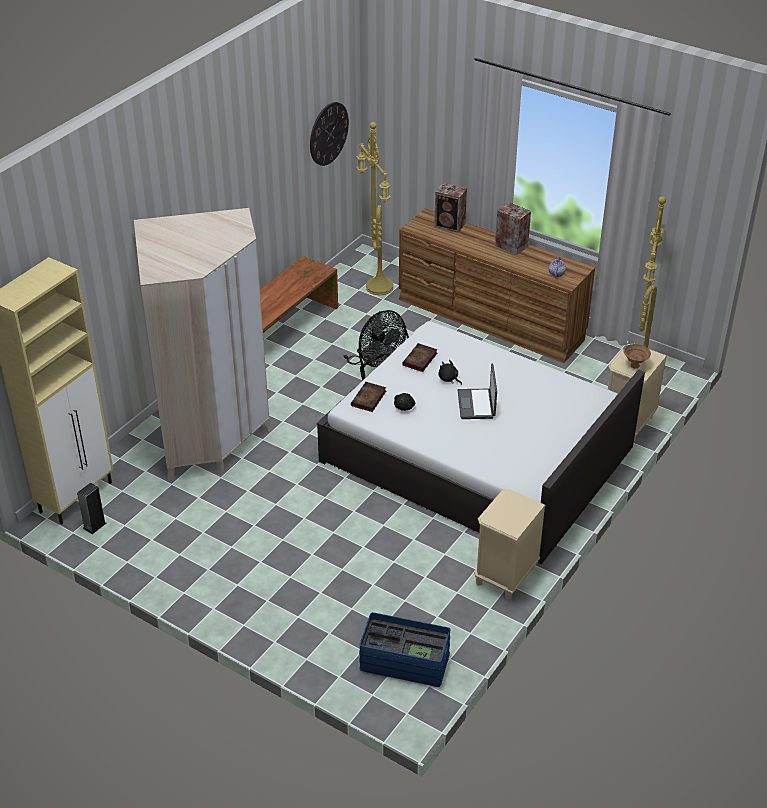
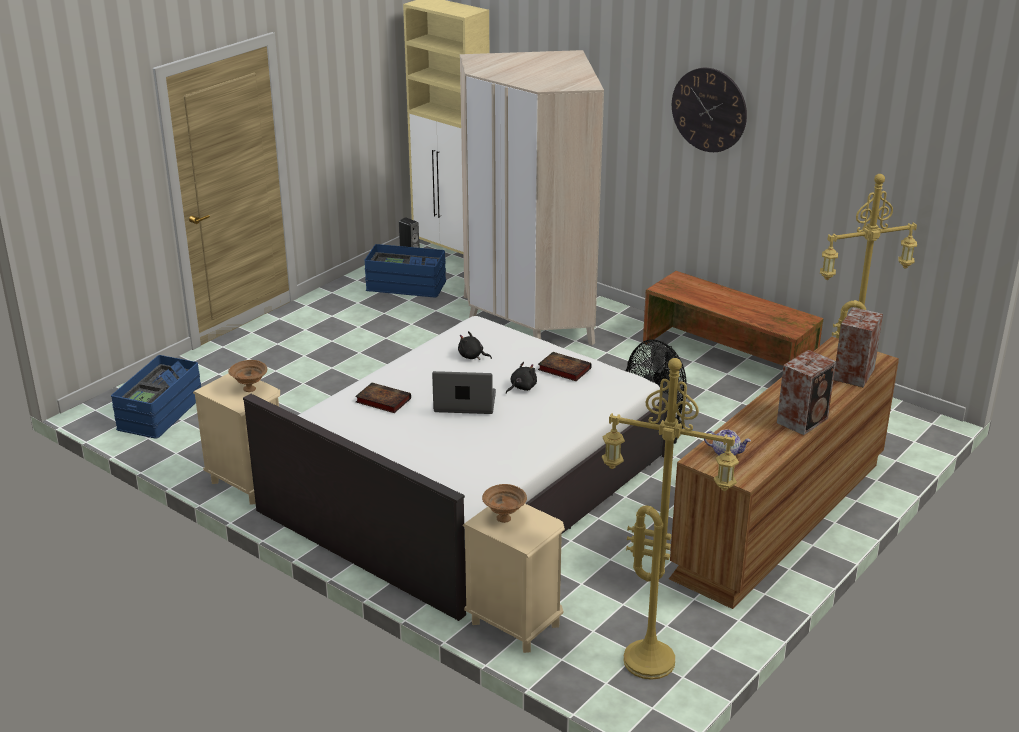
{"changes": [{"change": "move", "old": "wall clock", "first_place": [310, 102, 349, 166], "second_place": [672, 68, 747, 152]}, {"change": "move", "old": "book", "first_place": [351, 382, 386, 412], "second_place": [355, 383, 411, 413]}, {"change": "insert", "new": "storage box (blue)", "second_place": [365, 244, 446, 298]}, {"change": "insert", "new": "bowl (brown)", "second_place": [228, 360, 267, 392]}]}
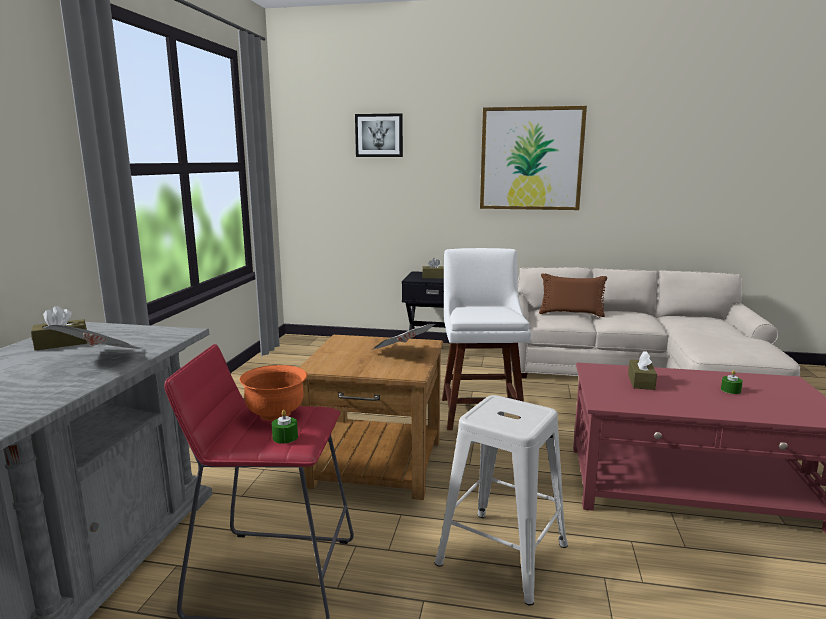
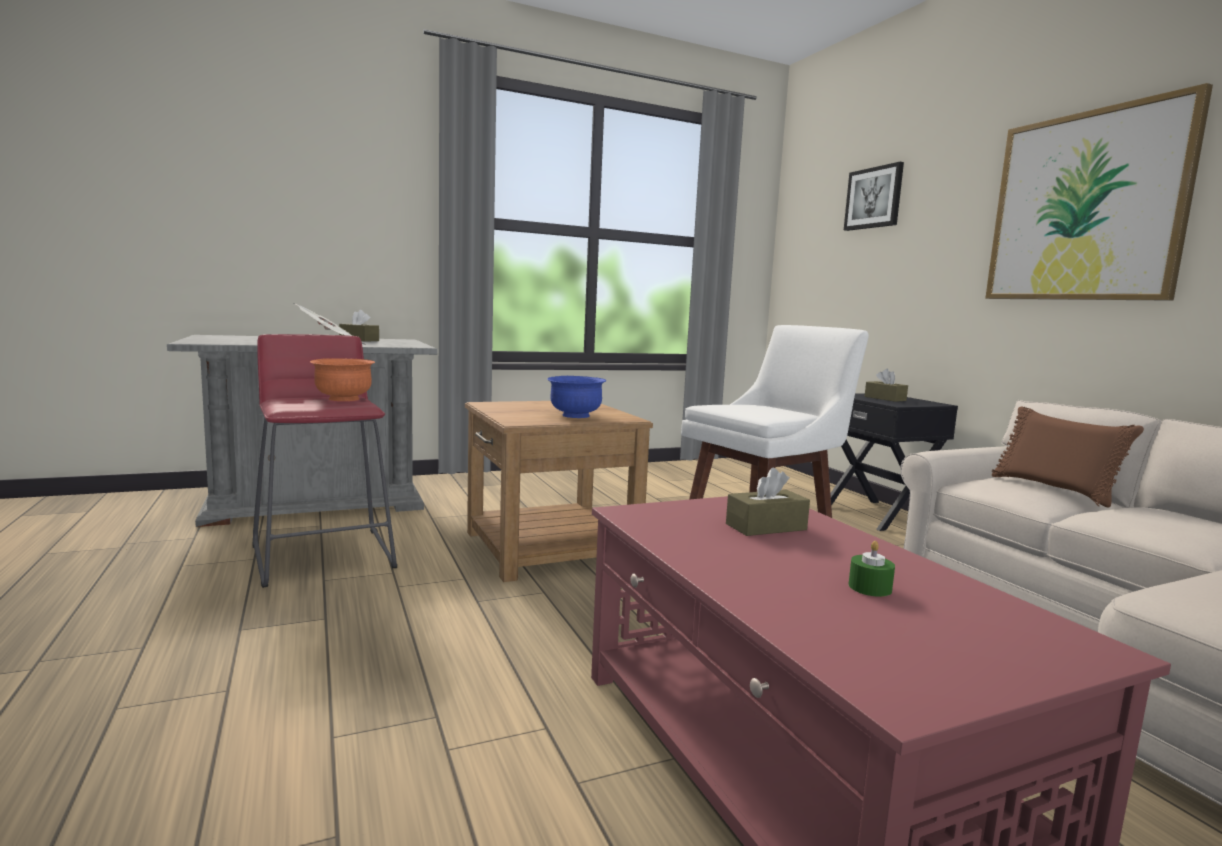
{"changes": [{"change": "replace", "old": "newspaper", "new": "bowl (blue)", "first_place": [371, 324, 435, 350], "second_place": [547, 376, 606, 418]}, {"change": "delete", "old": "stool (white)", "first_place": [435, 395, 568, 606]}, {"change": "delete", "old": "candle (green)", "first_place": [272, 410, 298, 444]}]}
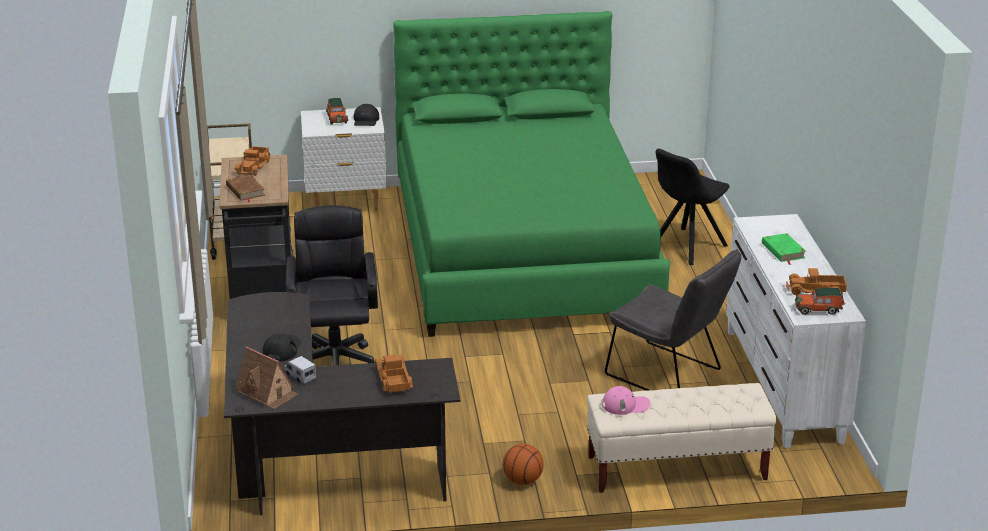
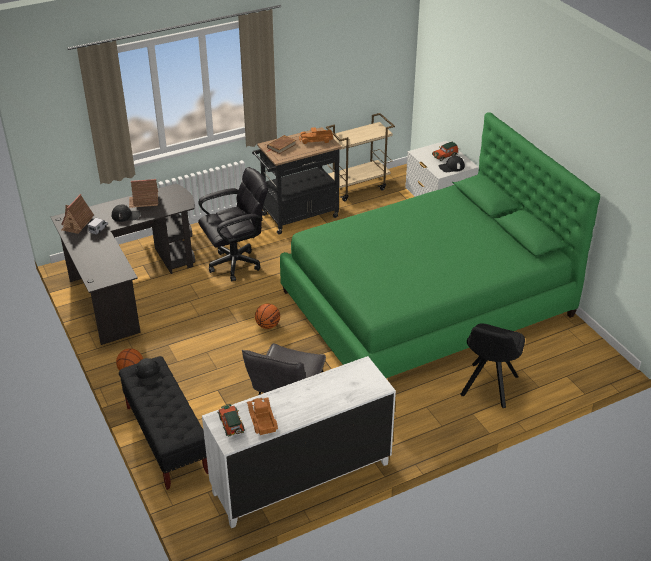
{"changes": [{"change": "rotate", "old": "chair (black)", "first_place": [656, 148, 730, 265], "second_place": [460, 324, 525, 408], "degrees": -90}, {"change": "delete", "old": "book (green)", "first_place": [762, 233, 806, 265]}, {"change": "delete", "old": "toy truck", "first_place": [375, 355, 413, 393]}, {"change": "recolor", "old": "bench (beige)", "new": "bench (black)", "first_place": [587, 383, 776, 493], "second_place": [119, 356, 208, 490]}, {"change": "recolor", "old": "cap (pink)", "new": "cap (black)", "first_place": [602, 386, 650, 415], "second_place": [135, 358, 162, 385]}, {"change": "insert", "new": "toy house", "second_place": [129, 179, 158, 208]}, {"change": "insert", "new": "basketball", "second_place": [255, 304, 280, 329]}]}
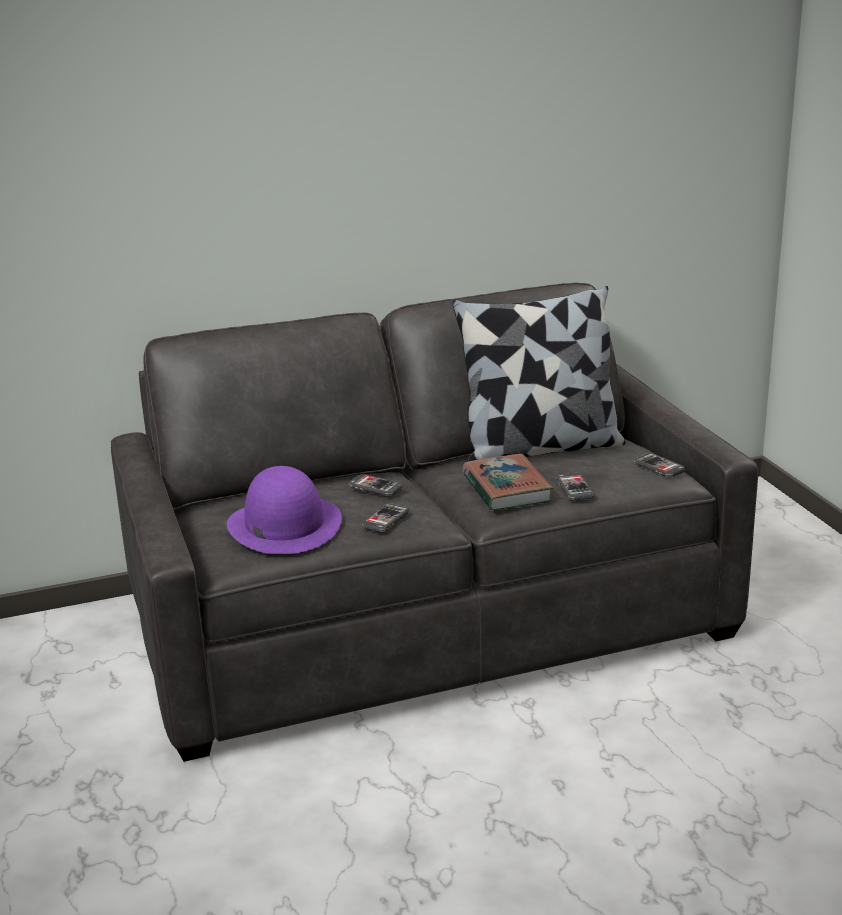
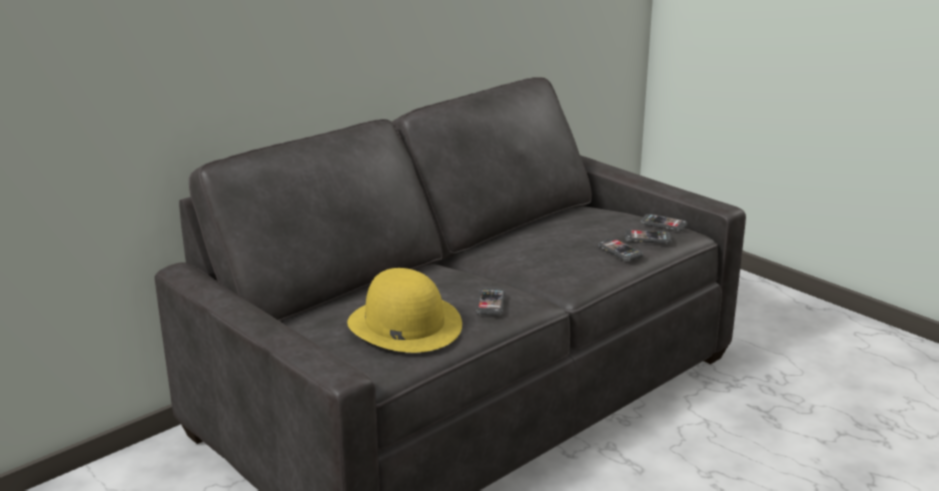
{"changes": [{"change": "delete", "old": "pillow", "first_place": [452, 286, 625, 461]}, {"change": "delete", "old": "book", "first_place": [462, 454, 553, 511]}, {"change": "recolor", "old": "hat (purple)", "new": "hat (yellow)", "first_place": [227, 466, 342, 554], "second_place": [347, 268, 462, 353]}, {"change": "move", "old": "phone", "first_place": [349, 474, 402, 496], "second_place": [625, 230, 672, 244]}]}
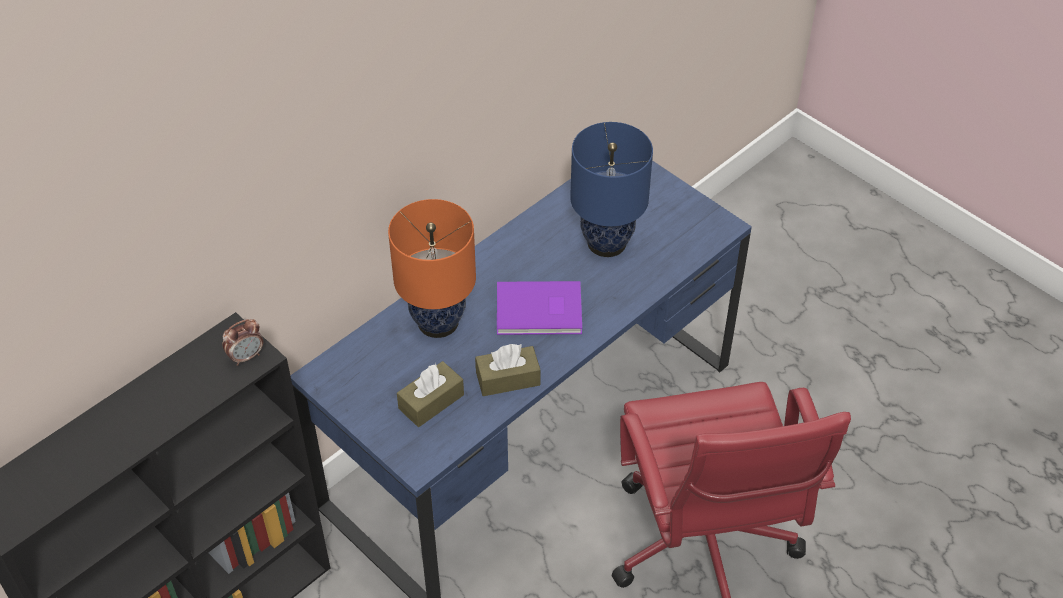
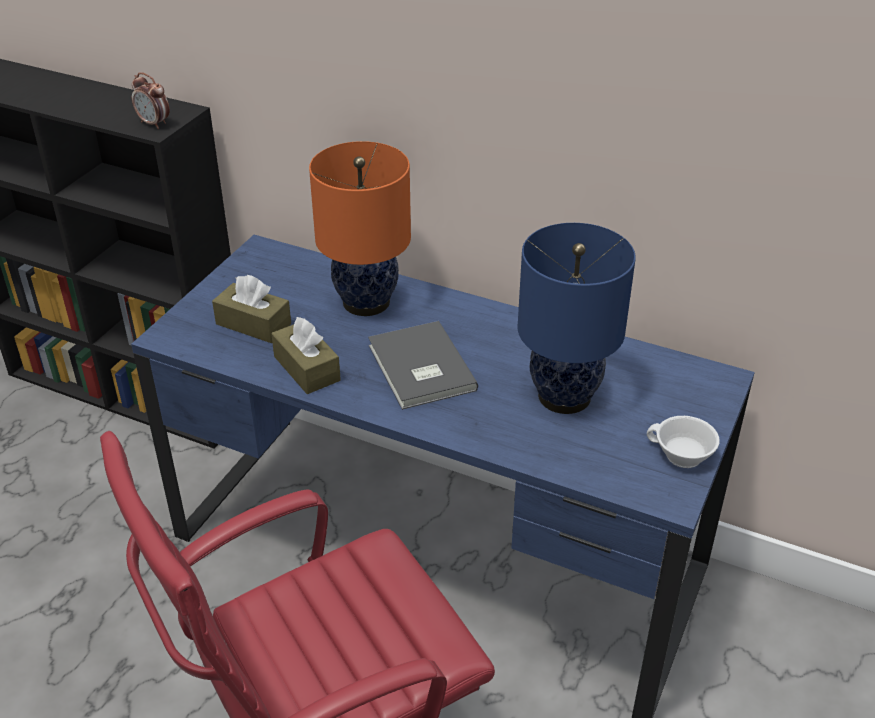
{"changes": [{"change": "recolor", "old": "book (purple)", "new": "book (grey)", "first_place": [497, 281, 582, 335], "second_place": [368, 321, 478, 410]}, {"change": "insert", "new": "cup (white)", "second_place": [647, 416, 720, 468]}]}
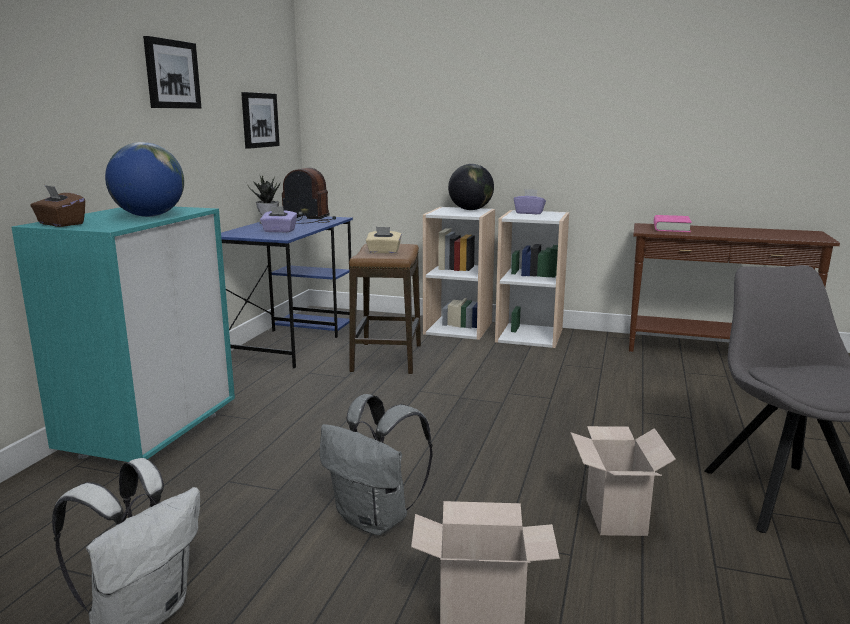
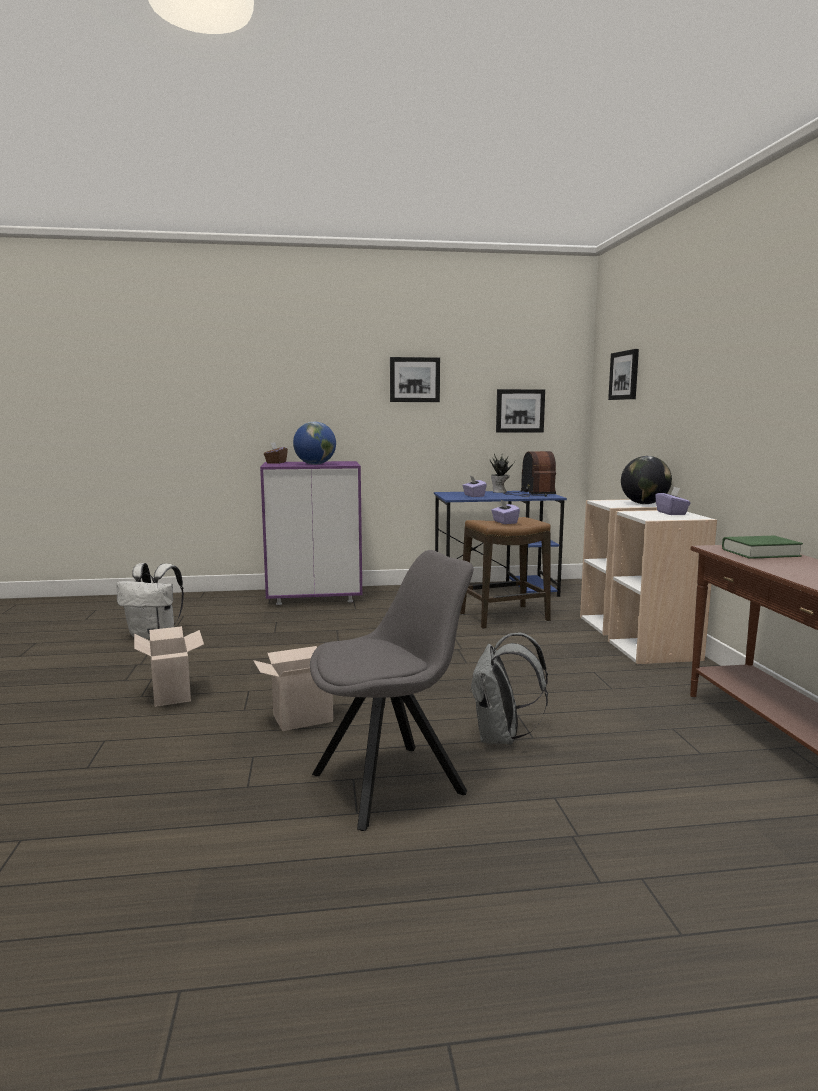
{"changes": [{"change": "recolor", "old": "cabinet (turquoise)", "new": "cabinet (purple)", "first_place": [11, 207, 235, 462], "second_place": [260, 461, 362, 605]}, {"change": "recolor", "old": "book (pink)", "new": "book (green)", "first_place": [654, 215, 692, 232], "second_place": [722, 536, 803, 559]}, {"change": "recolor", "old": "tissue box (beige)", "new": "tissue box (purple)", "first_place": [366, 227, 402, 254], "second_place": [491, 499, 520, 524]}, {"change": "move", "old": "backpack (grey)", "first_place": [320, 394, 433, 536], "second_place": [470, 632, 548, 745]}, {"change": "insert", "new": "picture", "second_place": [608, 349, 639, 400]}]}
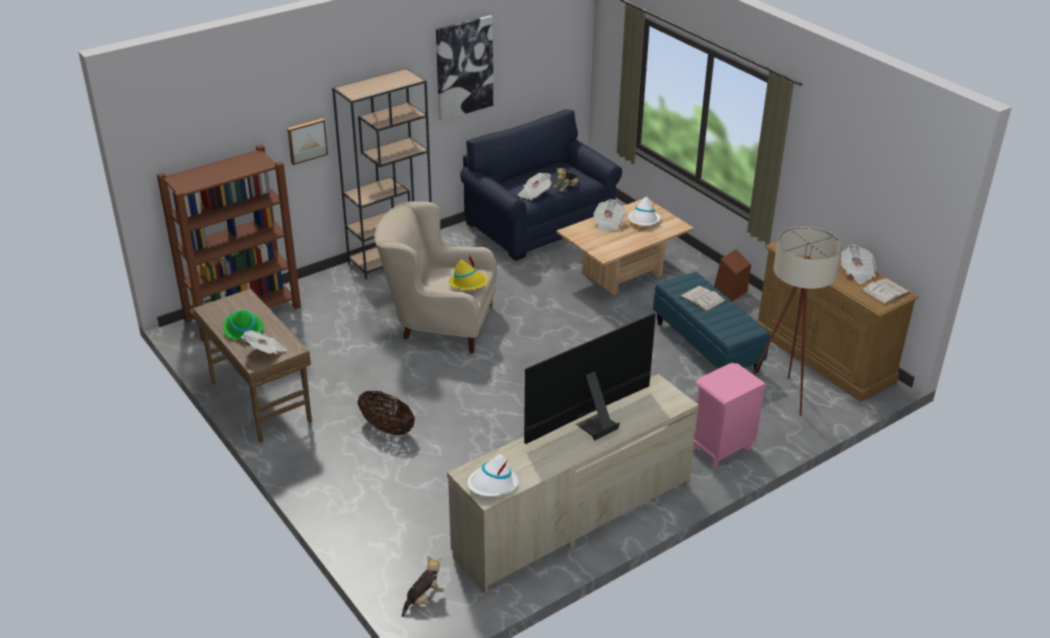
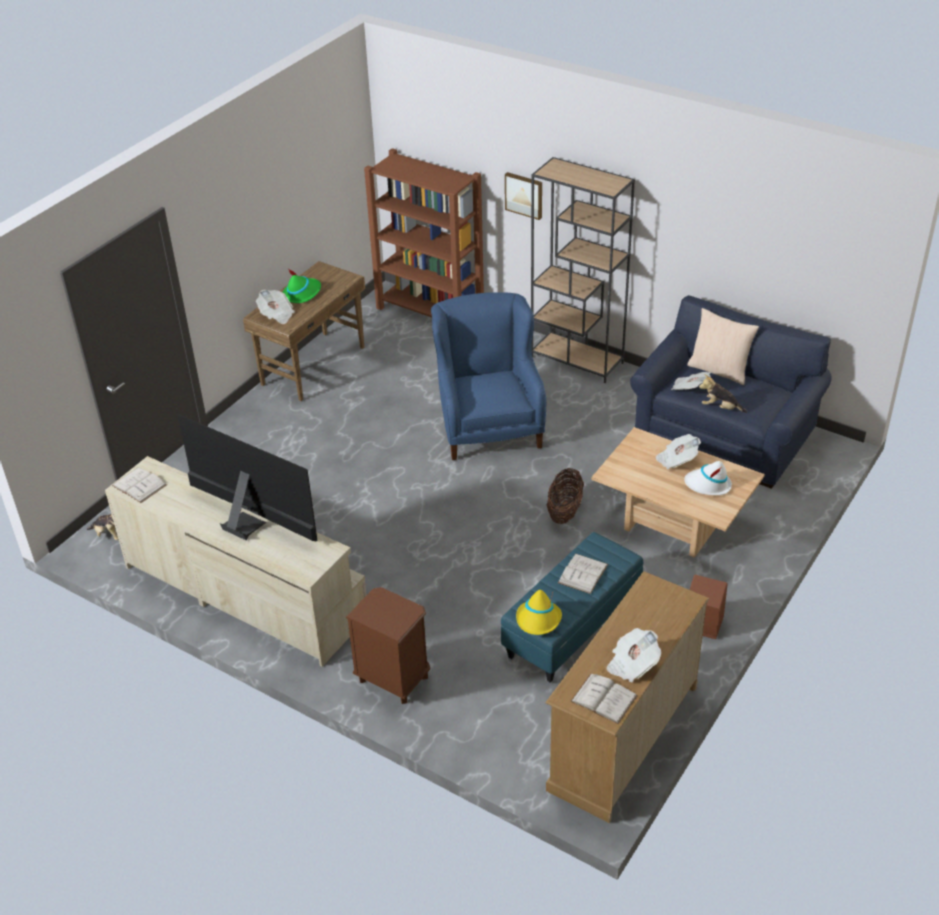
{"changes": [{"change": "delete", "old": "picture", "first_place": [436, 15, 493, 121]}, {"change": "recolor", "old": "armchair (beige)", "new": "armchair (blue)", "first_place": [374, 201, 497, 354], "second_place": [431, 292, 546, 460]}, {"change": "delete", "old": "floor lamp (beige)", "first_place": [753, 227, 842, 416]}, {"change": "move", "old": "hat (yellow)", "first_place": [449, 255, 488, 290], "second_place": [516, 590, 562, 635]}, {"change": "recolor", "old": "nightstand (pink)", "new": "nightstand (brown)", "first_place": [693, 363, 766, 468], "second_place": [346, 587, 430, 704]}, {"change": "move", "old": "basket", "first_place": [358, 390, 415, 436], "second_place": [547, 468, 584, 524]}, {"change": "replace", "old": "hat (white)", "new": "book (white)", "first_place": [467, 454, 518, 496], "second_place": [112, 467, 167, 503]}, {"change": "insert", "new": "pillow (beige)", "second_place": [687, 308, 759, 385]}]}
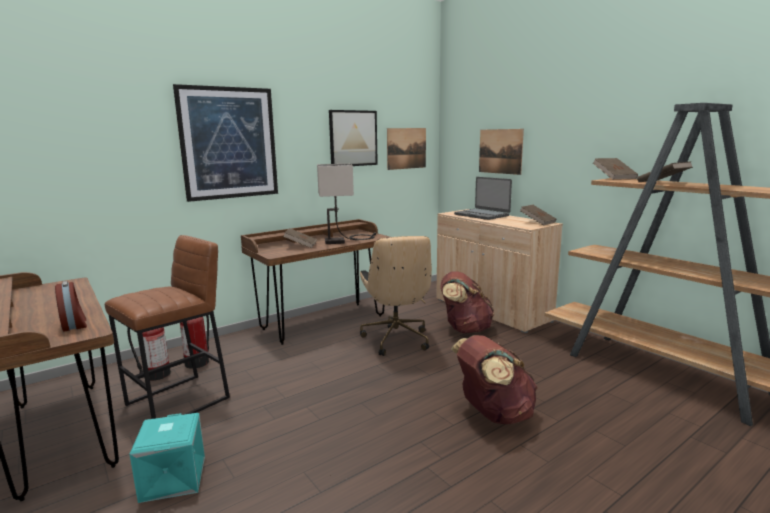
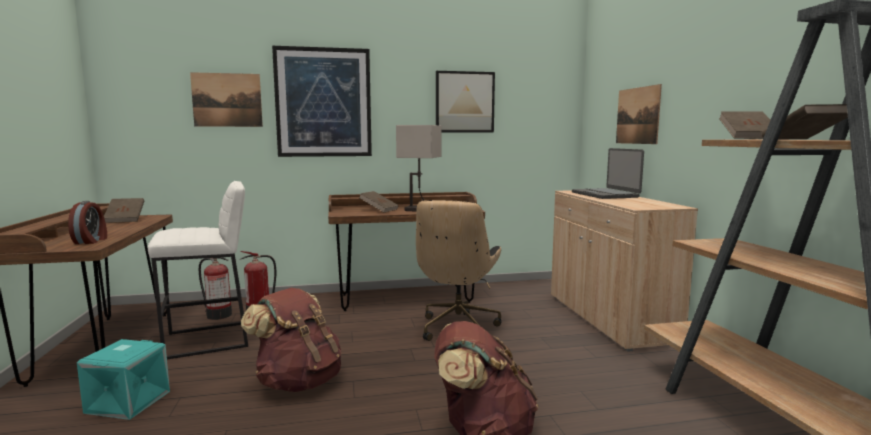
{"changes": [{"change": "move", "old": "picture", "first_place": [387, 128, 426, 170], "second_place": [190, 72, 263, 127]}, {"change": "move", "old": "book (brown)", "first_place": [520, 205, 556, 226], "second_place": [104, 198, 144, 223]}, {"change": "recolor", "old": "stool (brown)", "new": "stool (white)", "first_place": [105, 235, 230, 419], "second_place": [148, 181, 248, 360]}, {"change": "move", "old": "backpack (brown)", "first_place": [441, 271, 494, 333], "second_place": [241, 288, 341, 392]}]}
